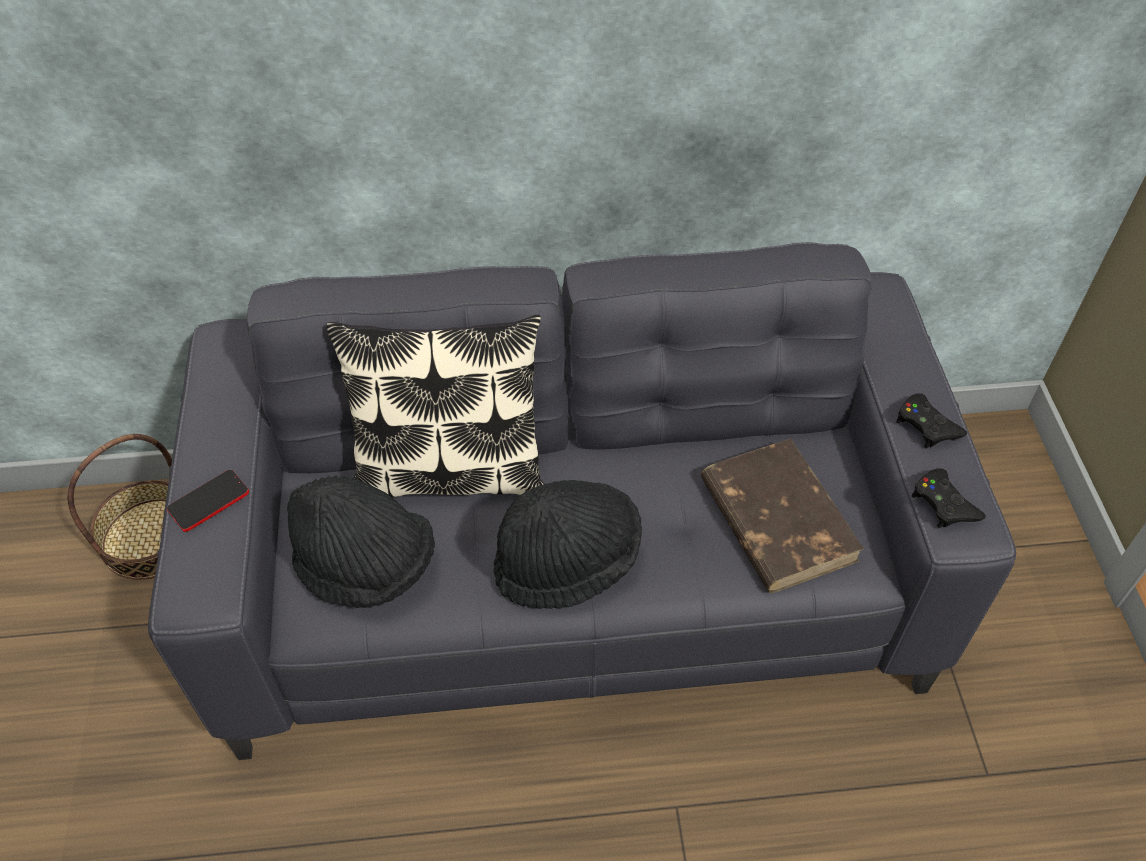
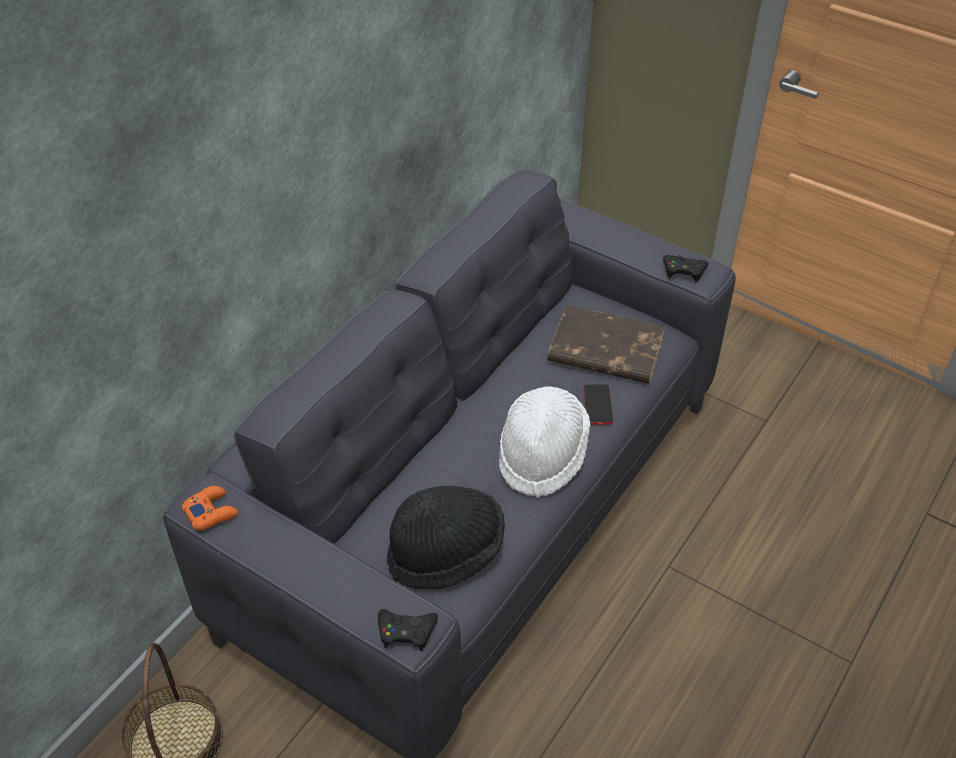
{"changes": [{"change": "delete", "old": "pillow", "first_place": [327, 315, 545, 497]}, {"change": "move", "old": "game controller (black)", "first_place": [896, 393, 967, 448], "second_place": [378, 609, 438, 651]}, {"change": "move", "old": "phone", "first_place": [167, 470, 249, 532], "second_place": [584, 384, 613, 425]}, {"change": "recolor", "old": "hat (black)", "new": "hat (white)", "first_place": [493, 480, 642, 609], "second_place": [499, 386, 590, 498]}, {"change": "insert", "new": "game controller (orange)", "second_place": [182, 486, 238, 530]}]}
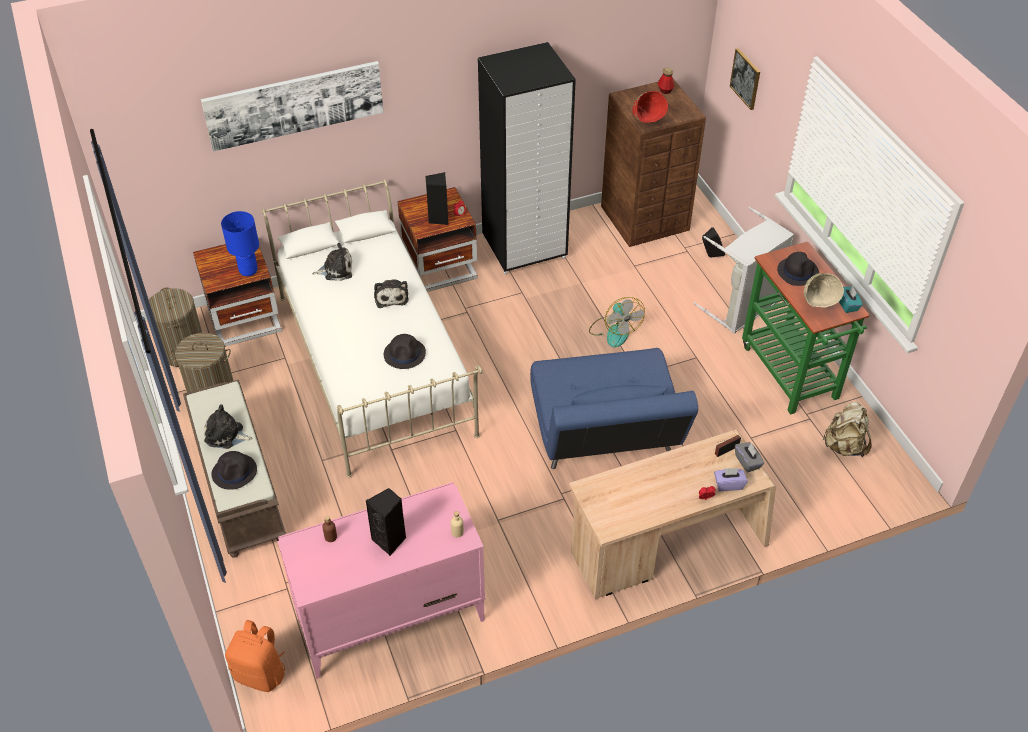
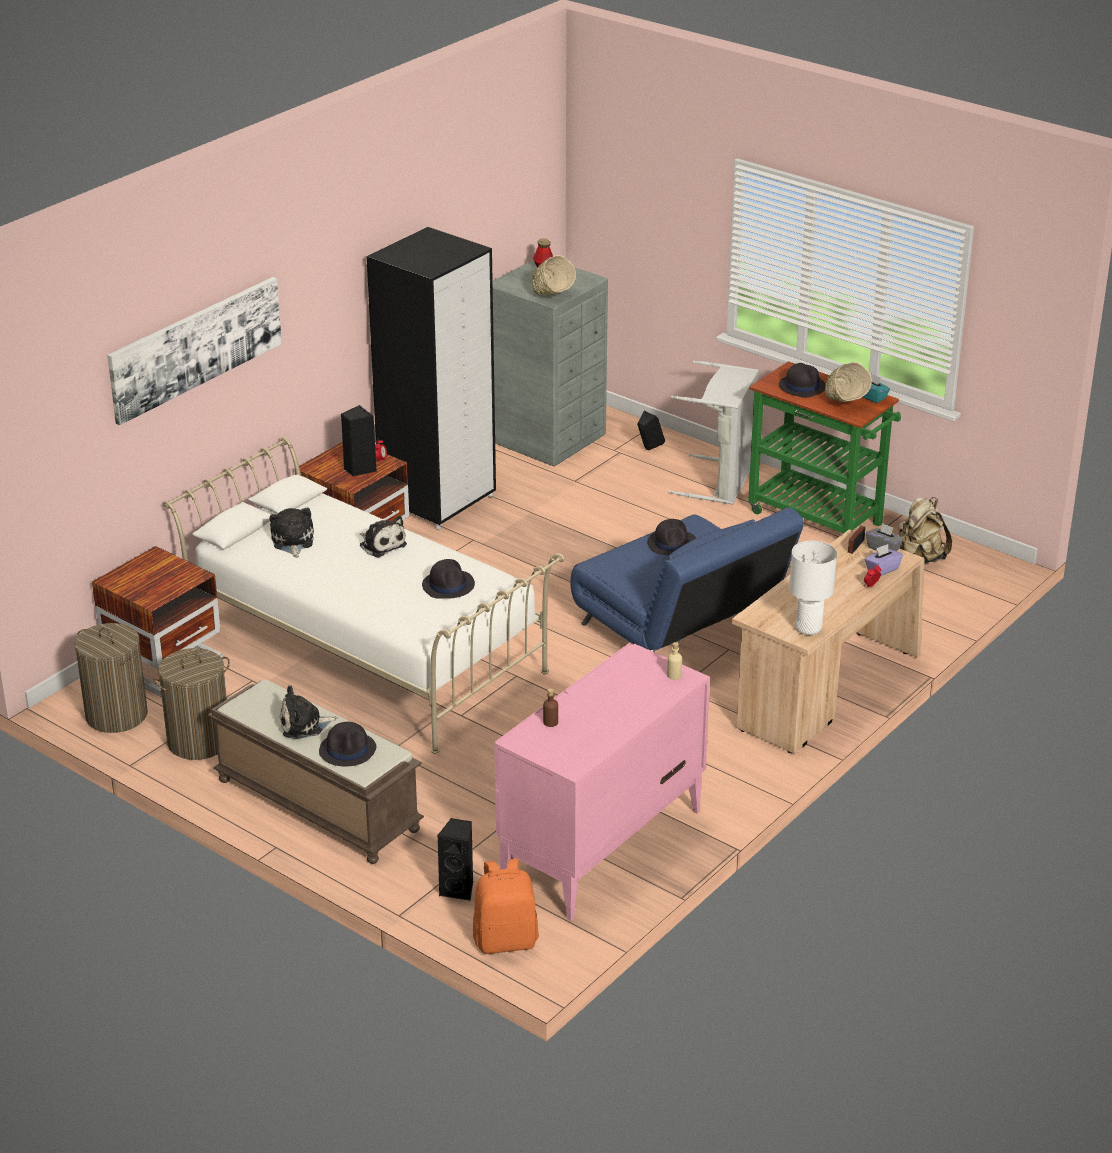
{"changes": [{"change": "delete", "old": "picture", "first_place": [730, 48, 760, 110]}, {"change": "recolor", "old": "dresser (brown)", "new": "dresser (grey)", "first_place": [601, 79, 706, 247], "second_place": [493, 260, 608, 467]}, {"change": "recolor", "old": "bowl (red)", "new": "bowl (beige)", "first_place": [632, 91, 668, 123], "second_place": [532, 255, 576, 295]}, {"change": "delete", "old": "table lamp (blue)", "first_place": [221, 211, 259, 276]}, {"change": "rotate", "old": "plush toy", "first_place": [313, 243, 352, 281], "second_place": [270, 507, 314, 558], "degrees": -60}, {"change": "delete", "old": "fan", "first_place": [589, 297, 645, 347]}, {"change": "move", "old": "speaker (black)", "first_place": [366, 488, 406, 556], "second_place": [437, 818, 473, 901]}, {"change": "insert", "new": "hat (black)", "second_place": [647, 519, 696, 555]}, {"change": "insert", "new": "table lamp (white)", "second_place": [789, 540, 837, 635]}]}
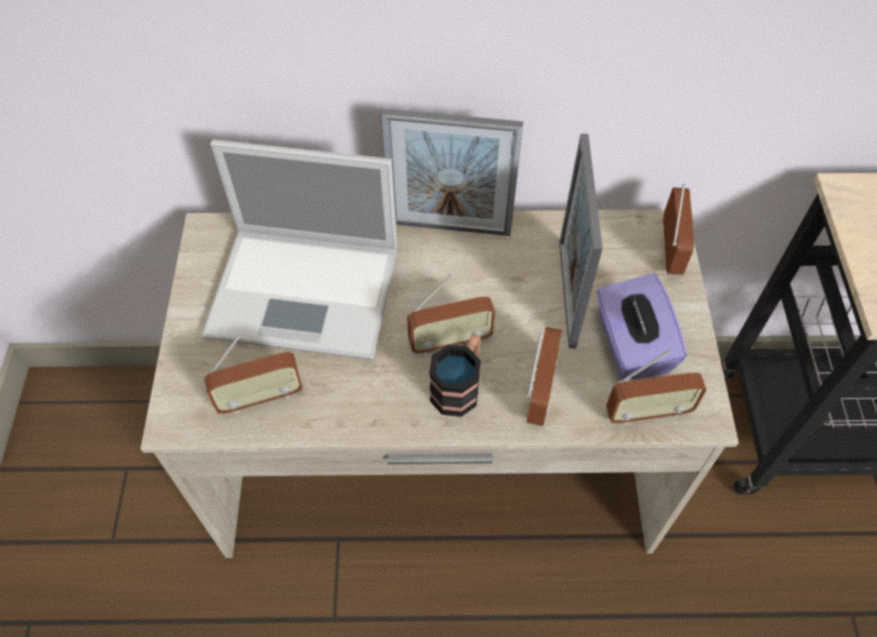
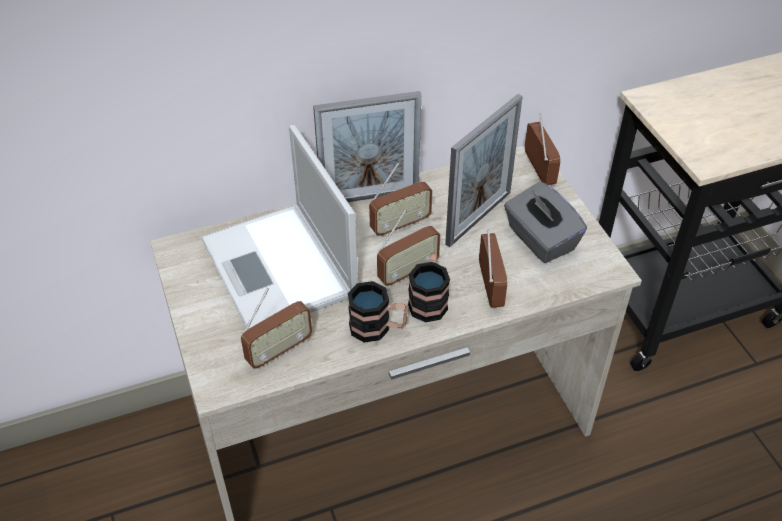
{"changes": [{"change": "rotate", "old": "picture frame", "first_place": [559, 134, 603, 348], "second_place": [445, 94, 523, 247], "degrees": -120}, {"change": "rotate", "old": "laptop", "first_place": [202, 139, 397, 359], "second_place": [201, 125, 358, 329], "degrees": 75}, {"change": "recolor", "old": "tissue box (purple)", "new": "tissue box (grey)", "first_place": [597, 273, 687, 380], "second_place": [504, 181, 587, 263]}, {"change": "move", "old": "radio", "first_place": [606, 349, 707, 426], "second_place": [369, 162, 432, 237]}, {"change": "insert", "new": "mug", "second_place": [348, 281, 408, 343]}]}
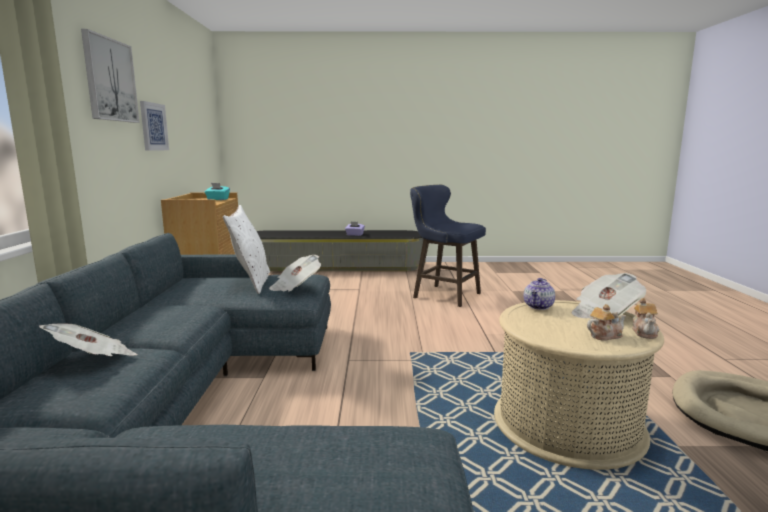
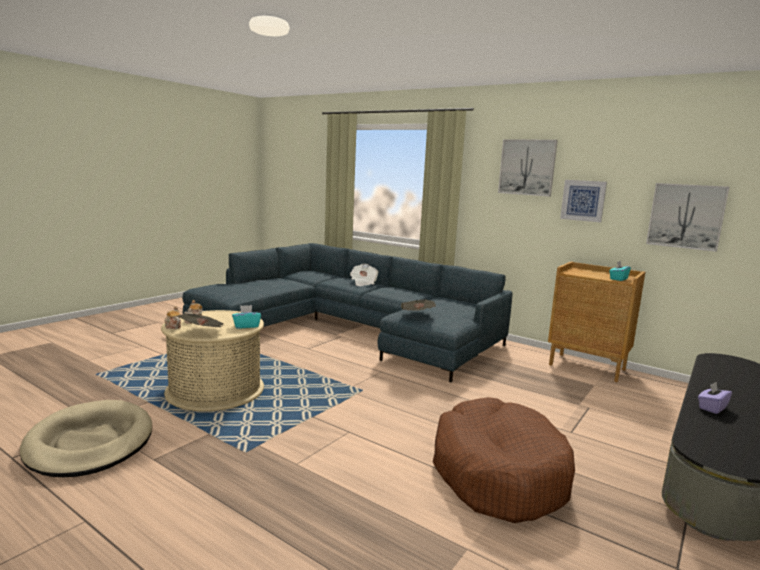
{"changes": [{"change": "replace", "old": "stool (blue)", "new": "dog bed (brown)", "first_place": [410, 185, 486, 307], "second_place": [432, 397, 575, 523]}, {"change": "delete", "old": "pillow (white)", "first_place": [223, 205, 270, 294]}, {"change": "replace", "old": "teapot", "new": "tissue box (turquoise)", "first_place": [524, 278, 555, 310], "second_place": [232, 305, 261, 329]}, {"change": "insert", "new": "picture", "second_place": [646, 183, 729, 252]}]}
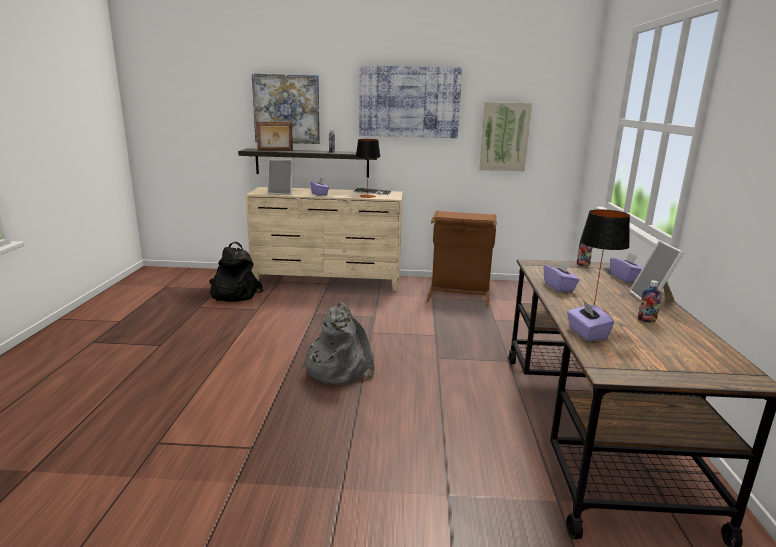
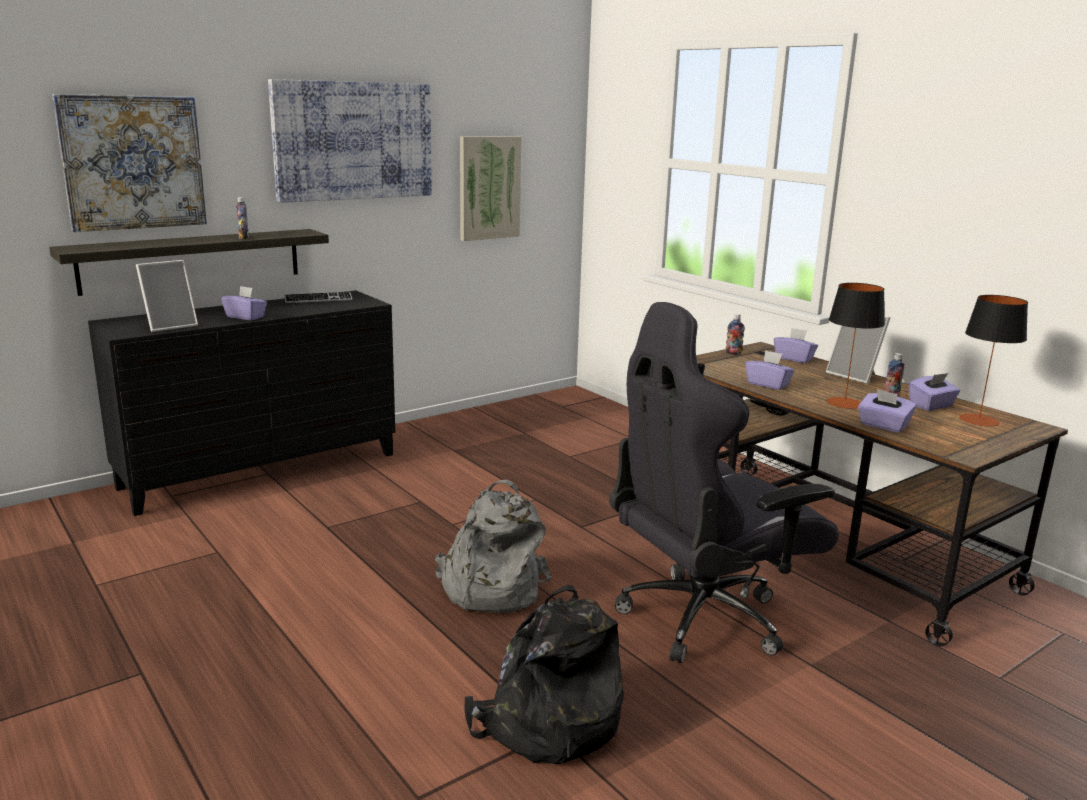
{"changes": [{"change": "delete", "old": "picture frame", "first_place": [256, 122, 293, 151]}, {"change": "move", "old": "table lamp", "first_place": [356, 139, 380, 198], "second_place": [959, 295, 1028, 426]}, {"change": "recolor", "old": "dresser (beige)", "new": "dresser (black)", "first_place": [245, 187, 403, 291], "second_place": [88, 290, 395, 516]}, {"change": "delete", "old": "laundry basket (brown)", "first_place": [427, 210, 497, 307]}, {"change": "move", "old": "backpack (black)", "first_place": [209, 242, 263, 302], "second_place": [464, 585, 624, 764]}, {"change": "insert", "new": "office chair (black)", "second_place": [609, 302, 839, 663]}, {"change": "insert", "new": "tissue box (purple)", "second_place": [909, 373, 960, 411]}]}
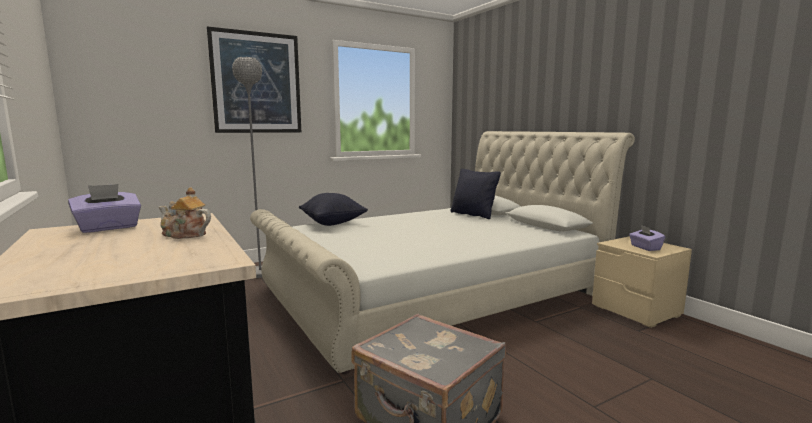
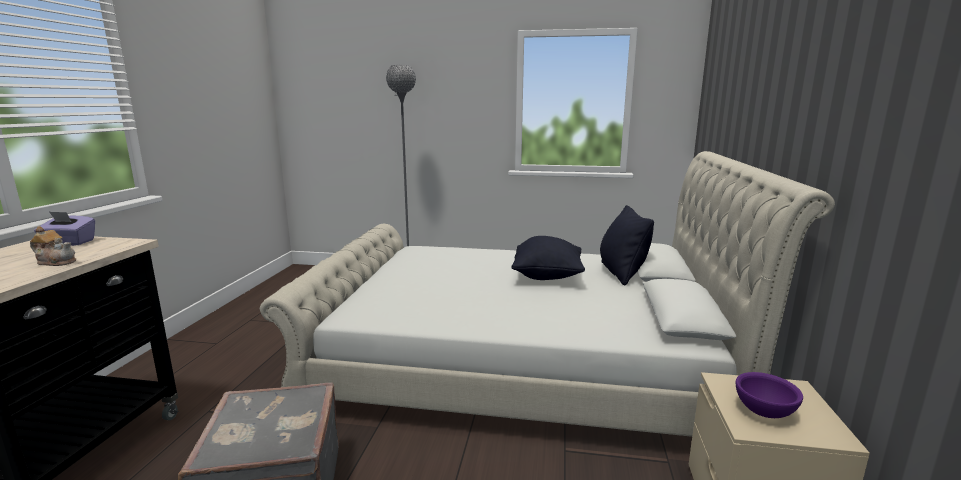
{"changes": [{"change": "delete", "old": "picture", "first_place": [207, 26, 301, 133]}, {"change": "rotate", "old": "teapot", "first_place": [159, 187, 211, 239], "second_place": [30, 226, 76, 266], "degrees": 135}, {"change": "move", "old": "pillow (black)", "first_place": [299, 193, 368, 226], "second_place": [511, 236, 585, 280]}, {"change": "replace", "old": "tissue box (purple)", "new": "bowl (purple)", "first_place": [629, 225, 665, 251], "second_place": [736, 372, 803, 418]}]}
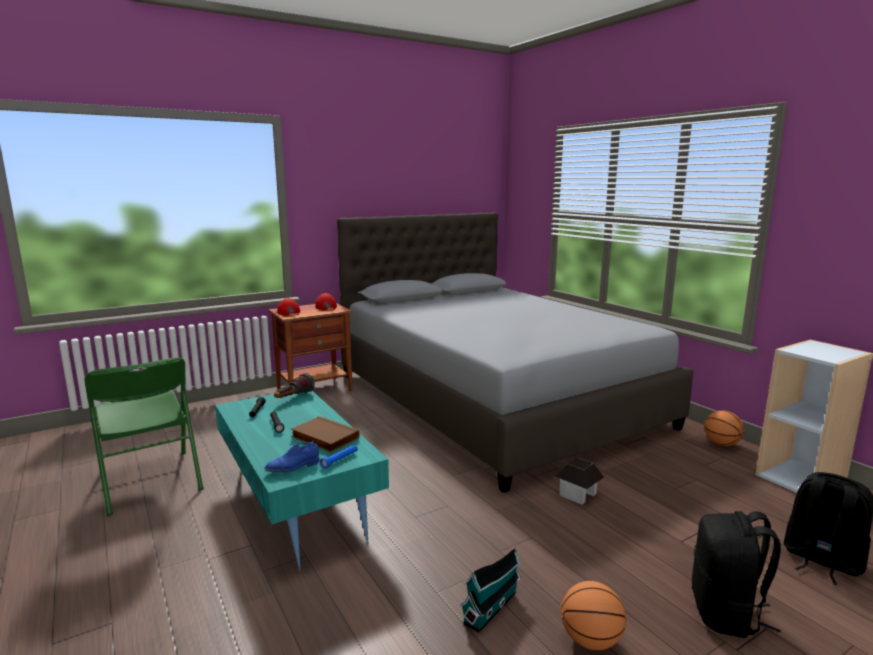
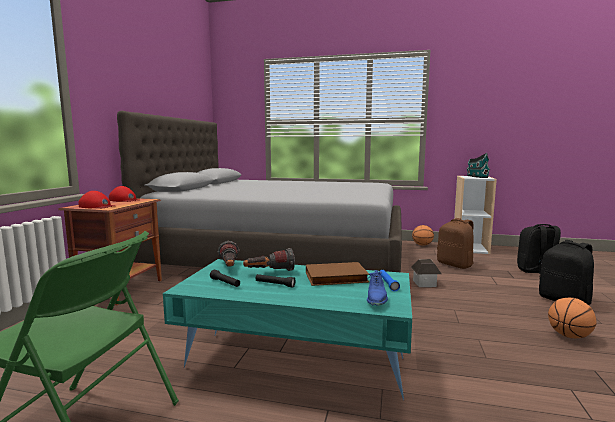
{"changes": [{"change": "move", "old": "toy house", "first_place": [460, 547, 521, 633], "second_place": [467, 153, 490, 178]}, {"change": "insert", "new": "backpack (brown)", "second_place": [437, 218, 473, 269]}, {"change": "insert", "new": "flashlight", "second_place": [243, 248, 295, 271]}]}
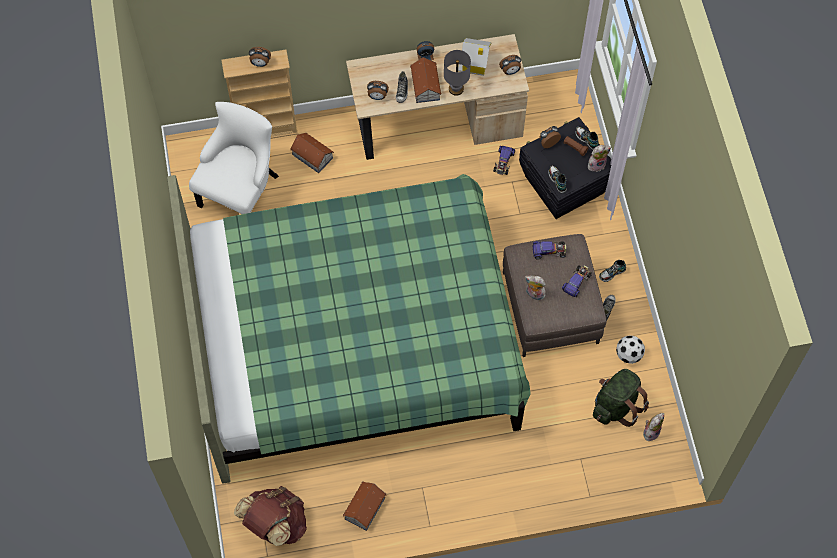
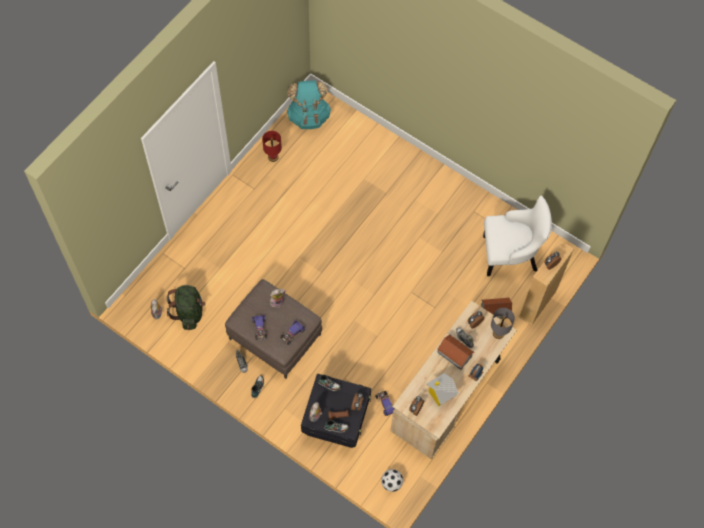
{"changes": [{"change": "move", "old": "table lamp (grey)", "first_place": [444, 50, 471, 96], "second_place": [491, 308, 515, 339]}, {"change": "rotate", "old": "chair (white)", "first_place": [189, 102, 279, 214], "second_place": [483, 195, 552, 276], "degrees": -75}, {"change": "delete", "old": "bed (green)", "first_place": [167, 174, 531, 484]}, {"change": "move", "old": "football", "first_place": [616, 335, 645, 364], "second_place": [381, 469, 403, 492]}, {"change": "replace", "old": "toy house", "new": "table lamp (red)", "first_place": [343, 481, 386, 531], "second_place": [262, 131, 282, 162]}, {"change": "recolor", "old": "backpack (brown)", "new": "backpack (turquoise)", "first_place": [234, 486, 307, 546], "second_place": [287, 80, 331, 129]}]}
